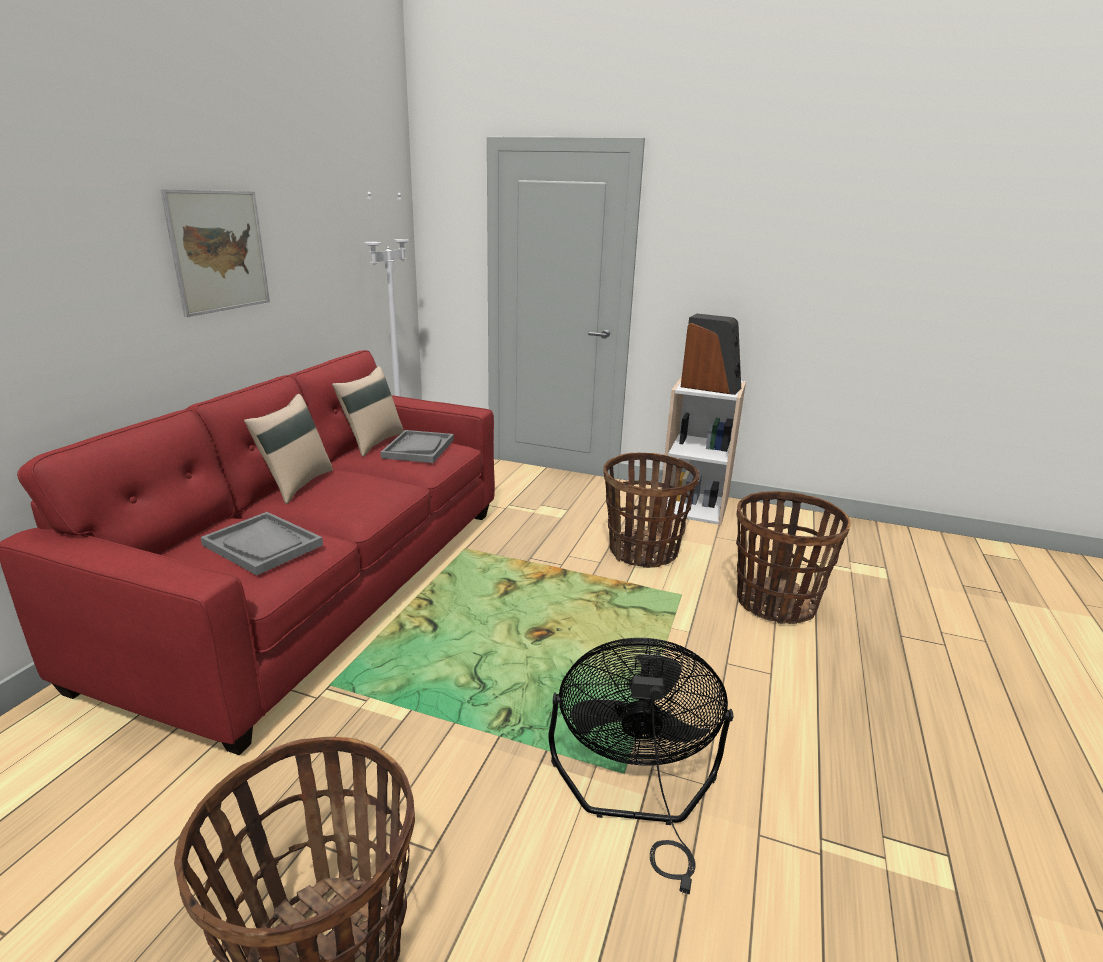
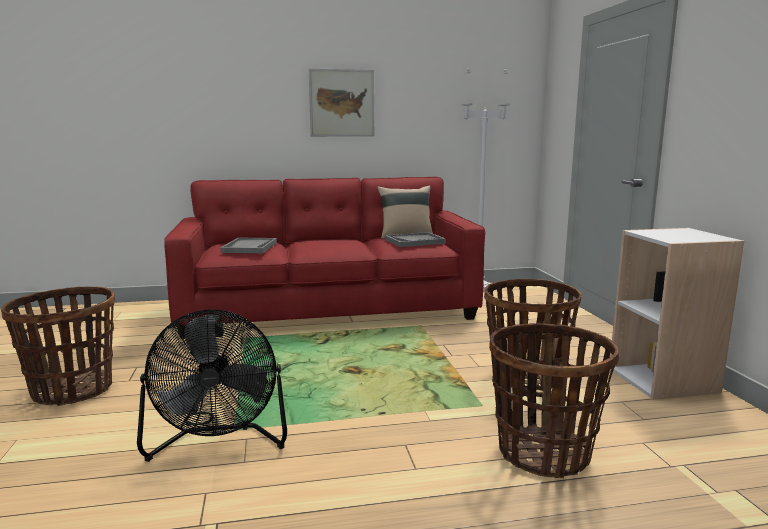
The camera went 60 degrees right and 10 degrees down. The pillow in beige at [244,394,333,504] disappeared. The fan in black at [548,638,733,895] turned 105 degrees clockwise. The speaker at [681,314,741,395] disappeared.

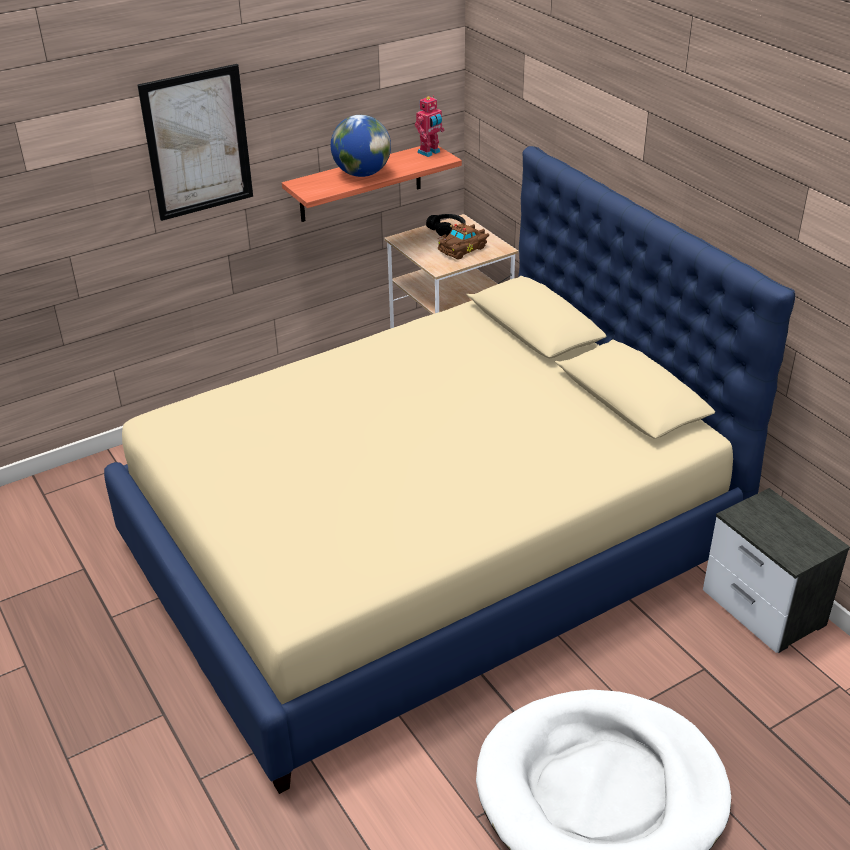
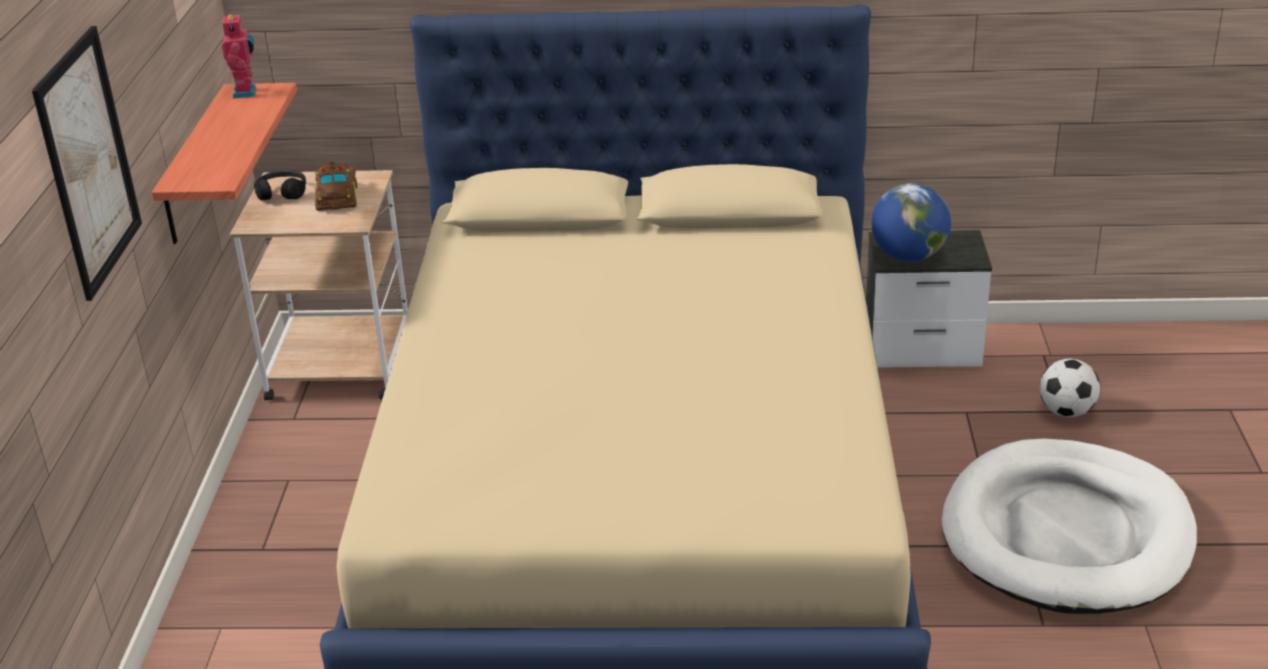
The camera went 55 degrees left and 5 degrees down. The globe moved from [331,115,391,177] to [871,183,951,262]. The football at [1039,359,1100,417] appeared.

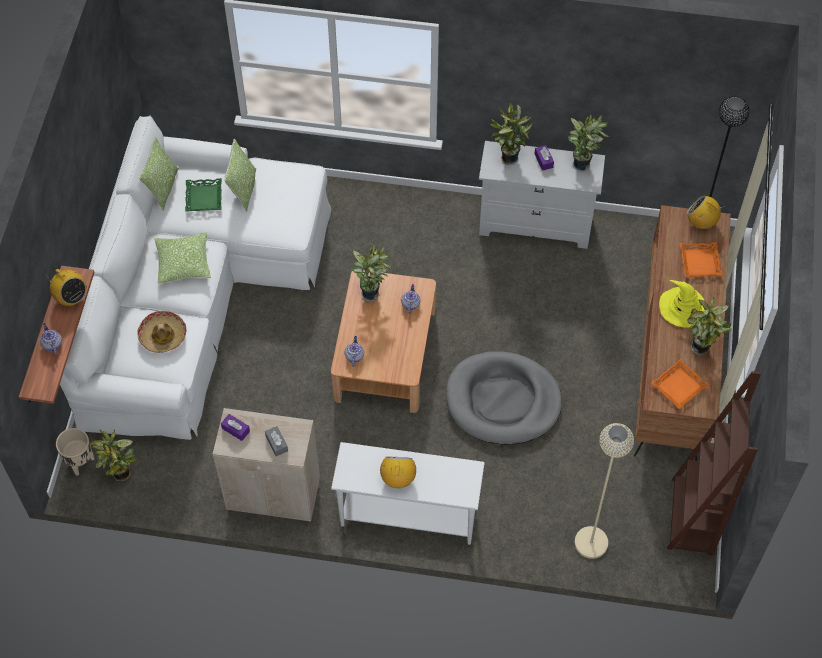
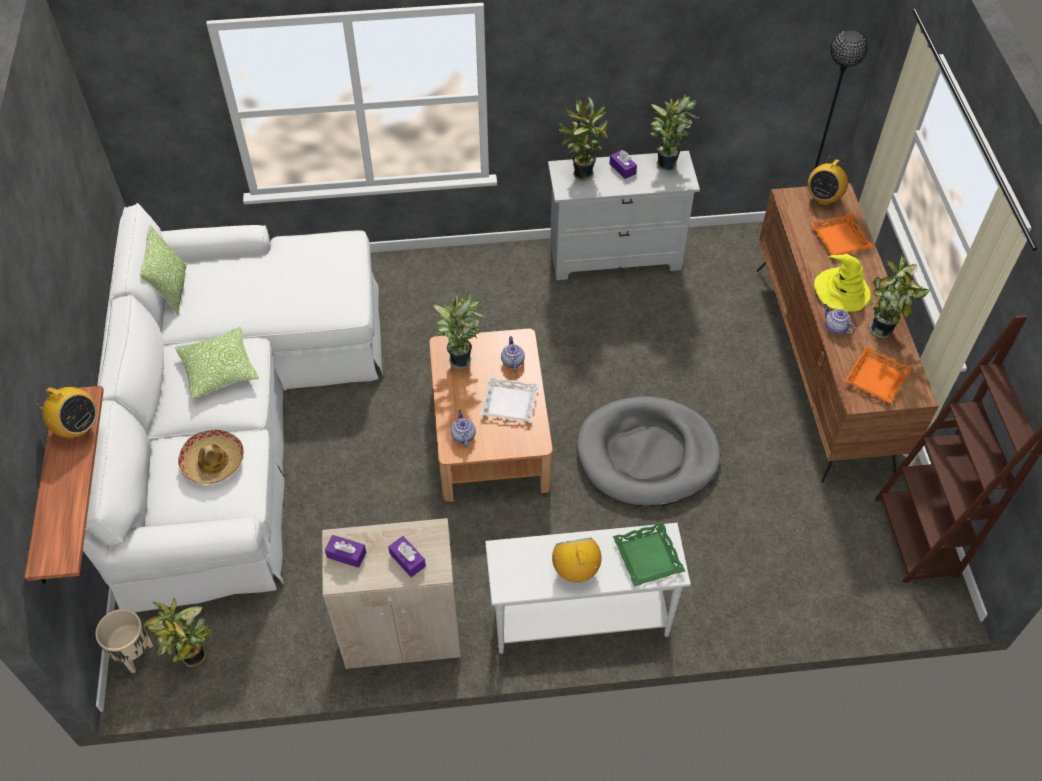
The camera went 15 degrees left and 5 degrees down. The teapot moved from [40,323,62,354] to [824,304,855,335]. The tray in green moved from [185,178,222,212] to [613,522,685,587]. The pillow at [224,138,256,212] disappeared. The tissue box in grey at [265,426,288,456] became the tissue box in purple at [388,536,426,577]. The floor lamp in beige at [574,423,634,559] disappeared. The radio at [687,196,725,229] turned 75 degrees counterclockwise. The tray in white at [480,377,538,422] appeared.

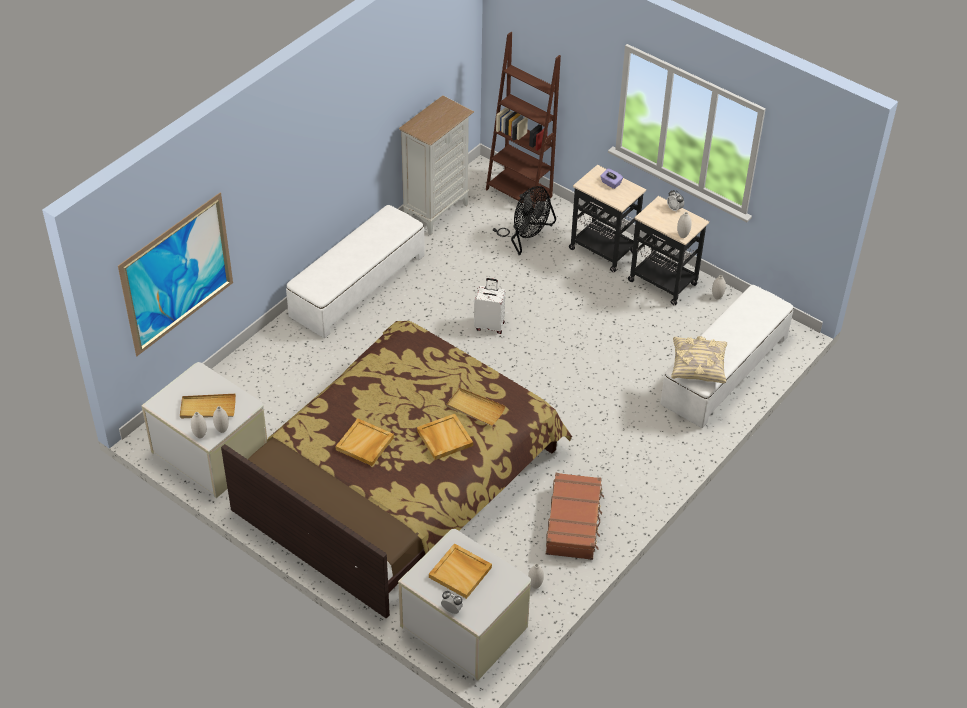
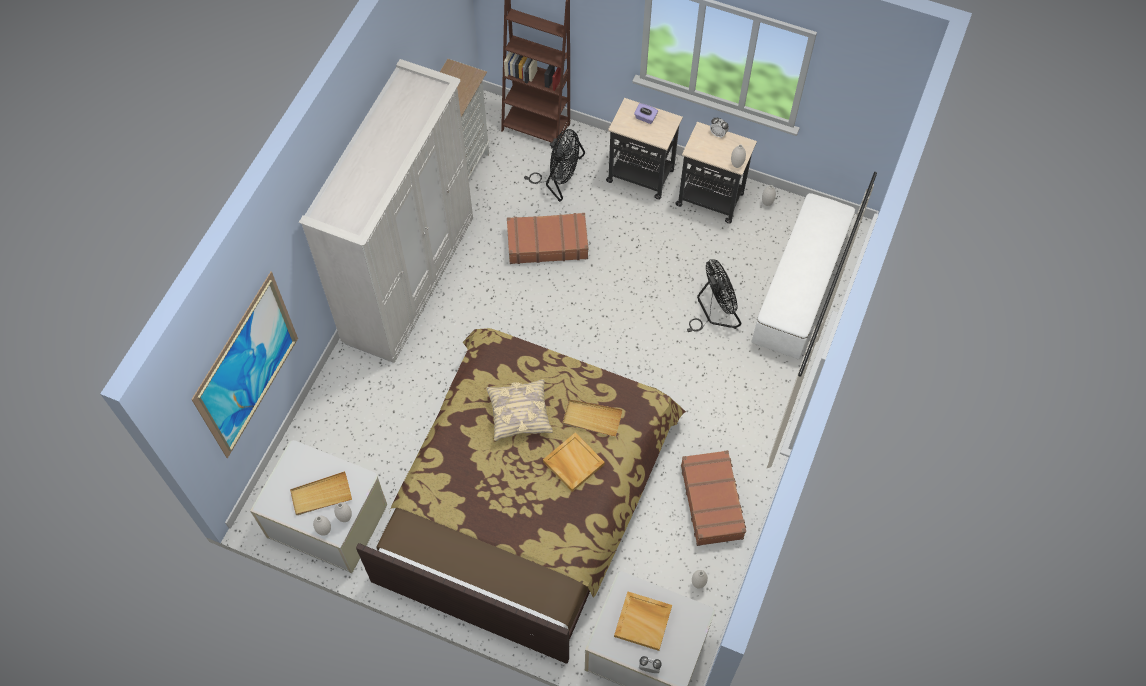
The camera went 15 degrees left and 15 degrees up. The bench in white at [286,205,425,338] was replaced by the wardrobe in white at [299,59,473,363]. The tray in beige at [335,419,394,466] disappeared. The suitcase in white at [474,278,505,334] disappeared. The pillow in beige moved from [671,336,727,383] to [486,379,553,441]. The suitcase in brown at [507,213,589,264] appeared. The fan in black at [687,259,741,332] appeared.

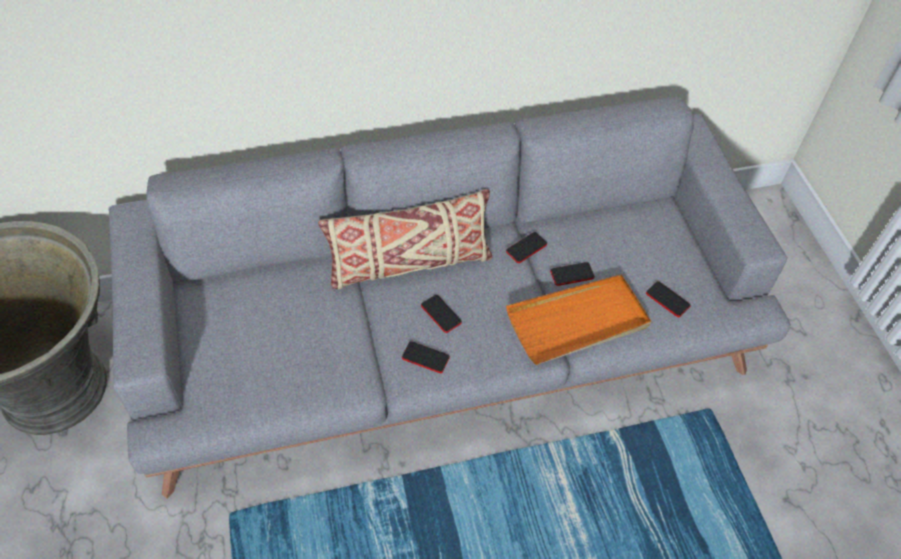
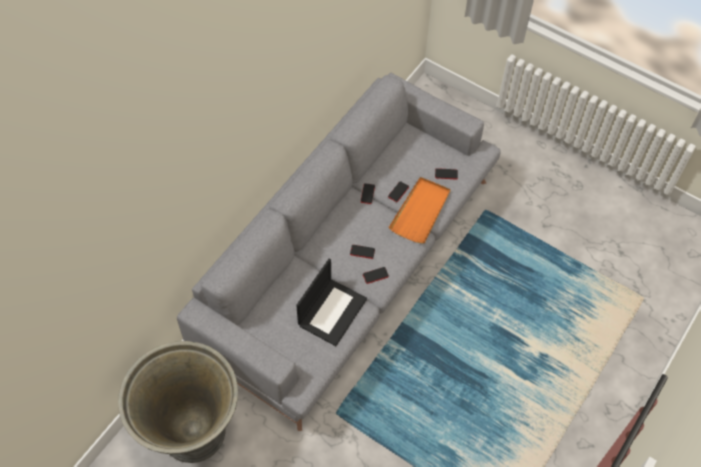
The camera went 40 degrees left and 5 degrees up. The pillow in beige at [318,189,492,289] disappeared. The laptop at [296,258,367,346] appeared.

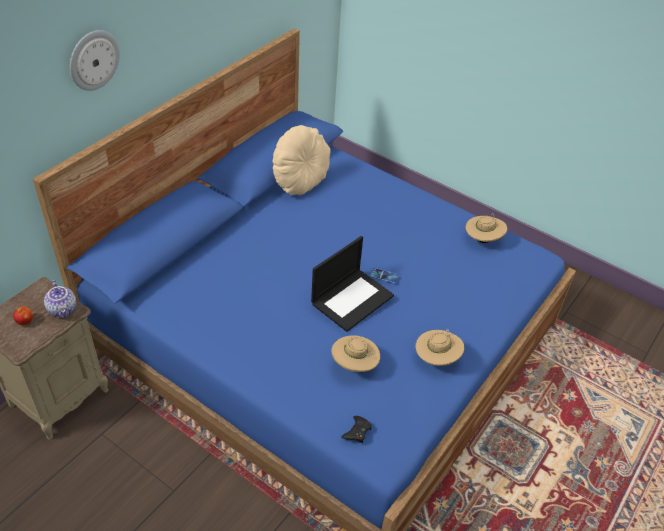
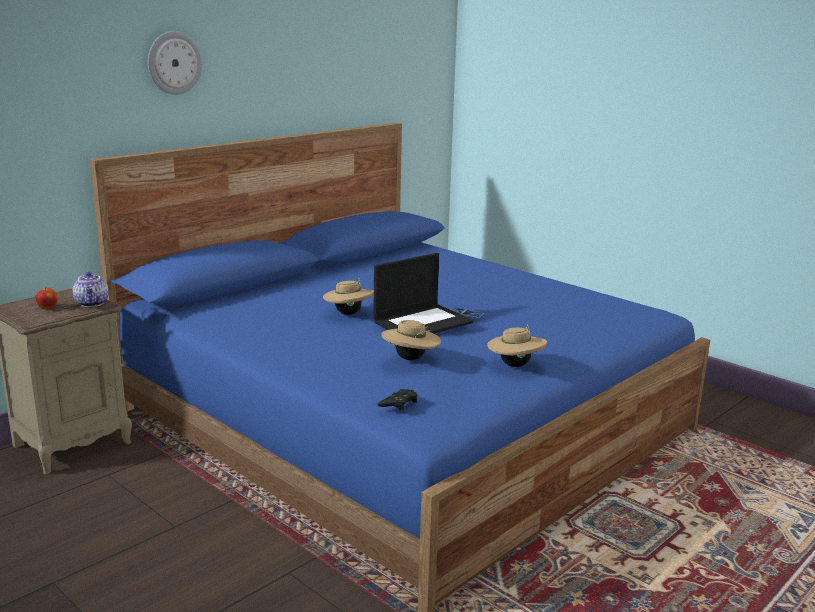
The camera went 10 degrees right and 25 degrees down. The pillow in beige at [273,125,331,195] disappeared. The hat in beige moved from [465,212,507,243] to [323,278,374,315].

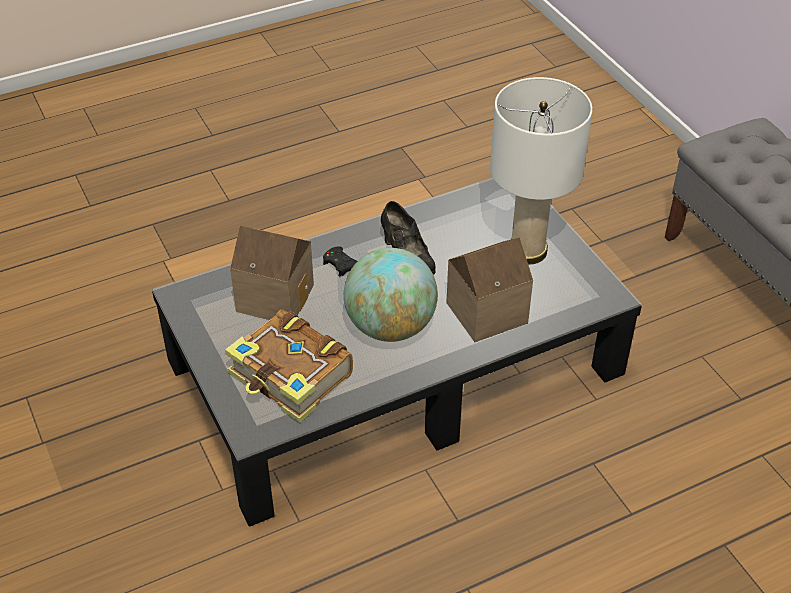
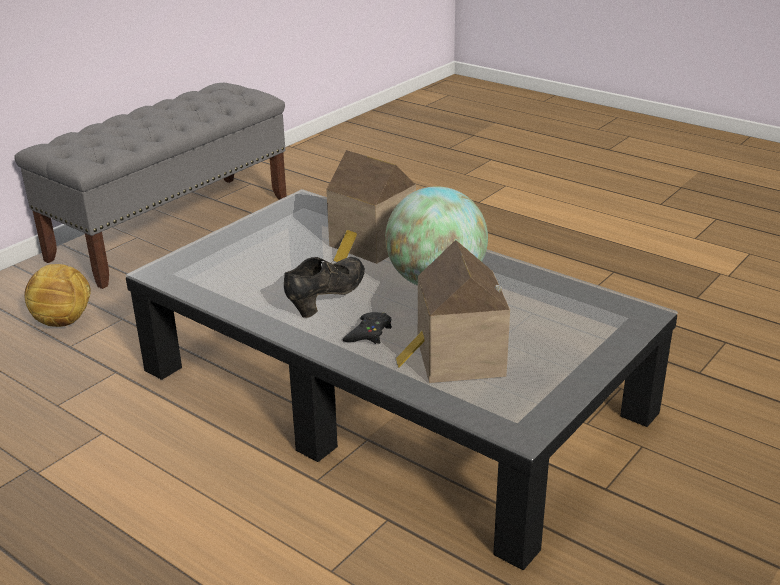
The camera went 115 degrees left and 15 degrees down. The book at [225,310,353,423] disappeared. The table lamp in white at [490,77,593,264] disappeared. The football at [24,264,91,327] appeared.

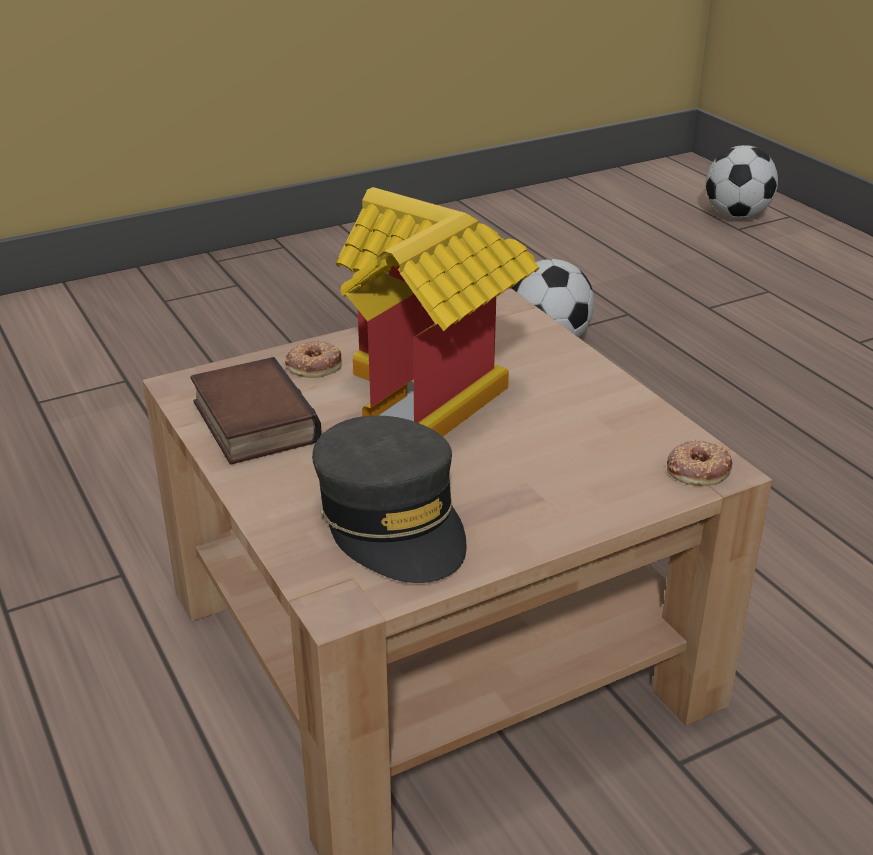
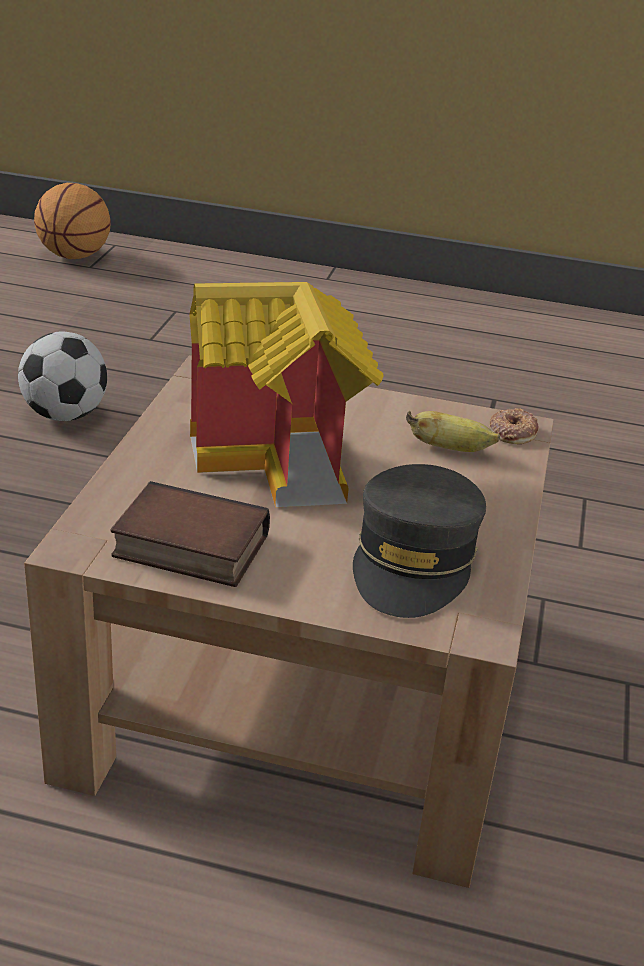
The camera went 50 degrees left and 0 degrees up. The donut at [285,340,342,378] disappeared. The cap in grey at [312,416,467,583] turned 90 degrees clockwise. The football at [706,145,778,219] was replaced by the basketball at [34,183,111,259]. The banana at [406,411,500,452] appeared.

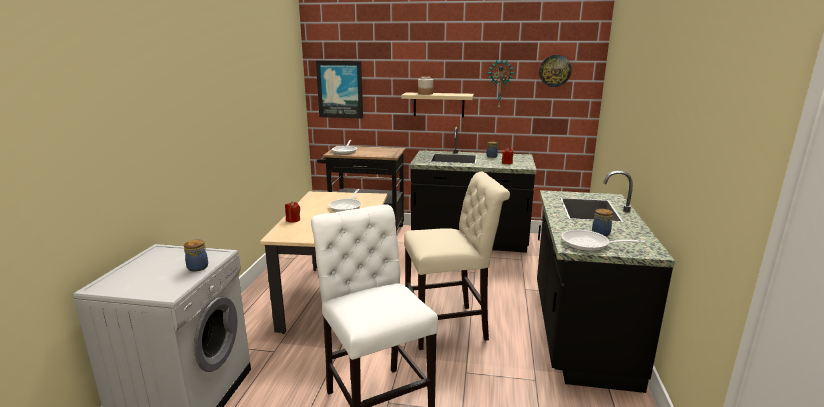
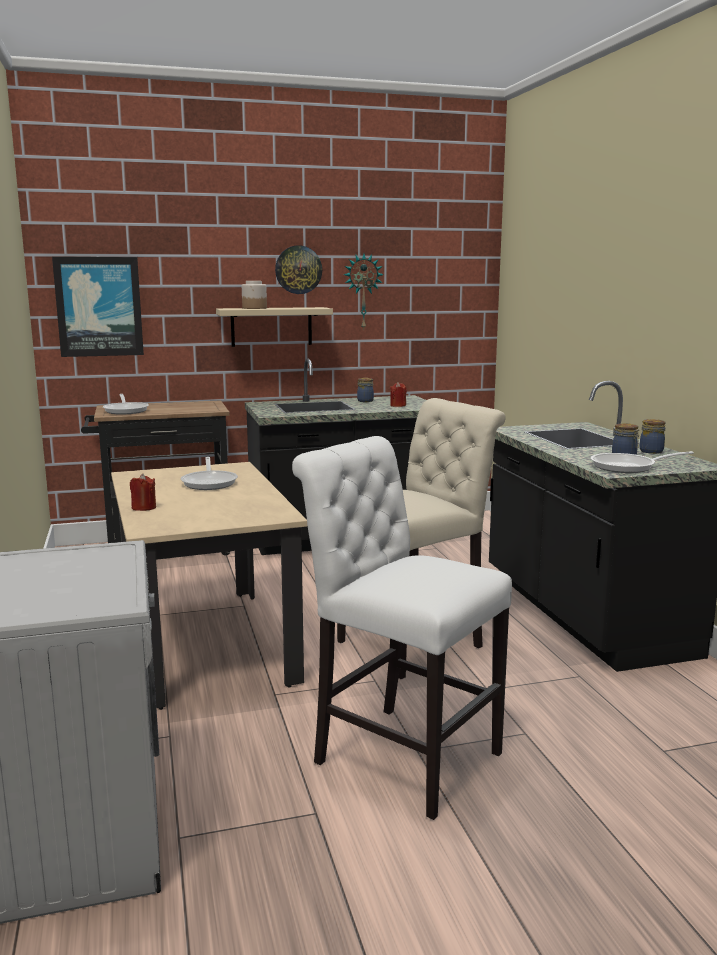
The camera went 25 degrees left and 5 degrees down. The jar moved from [184,239,208,272] to [640,419,666,454]. The wall clock moved from [539,55,571,87] to [275,245,322,294].

